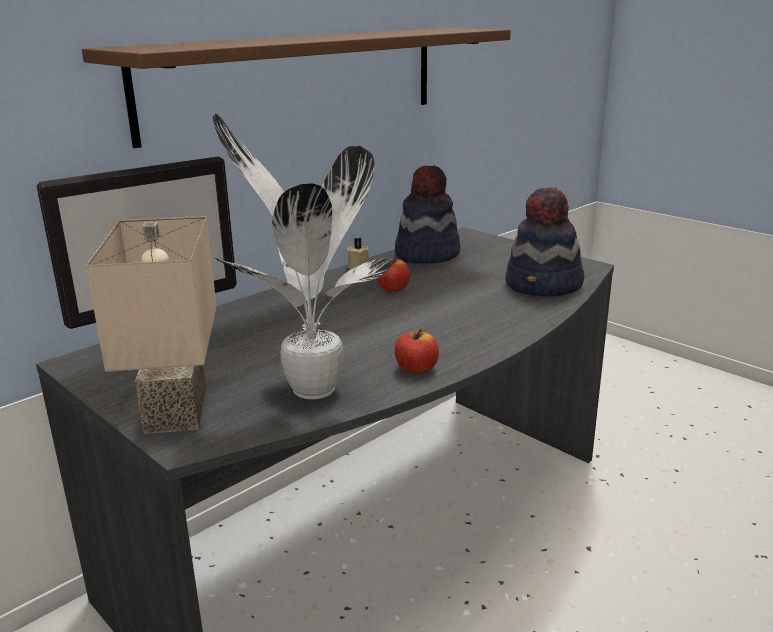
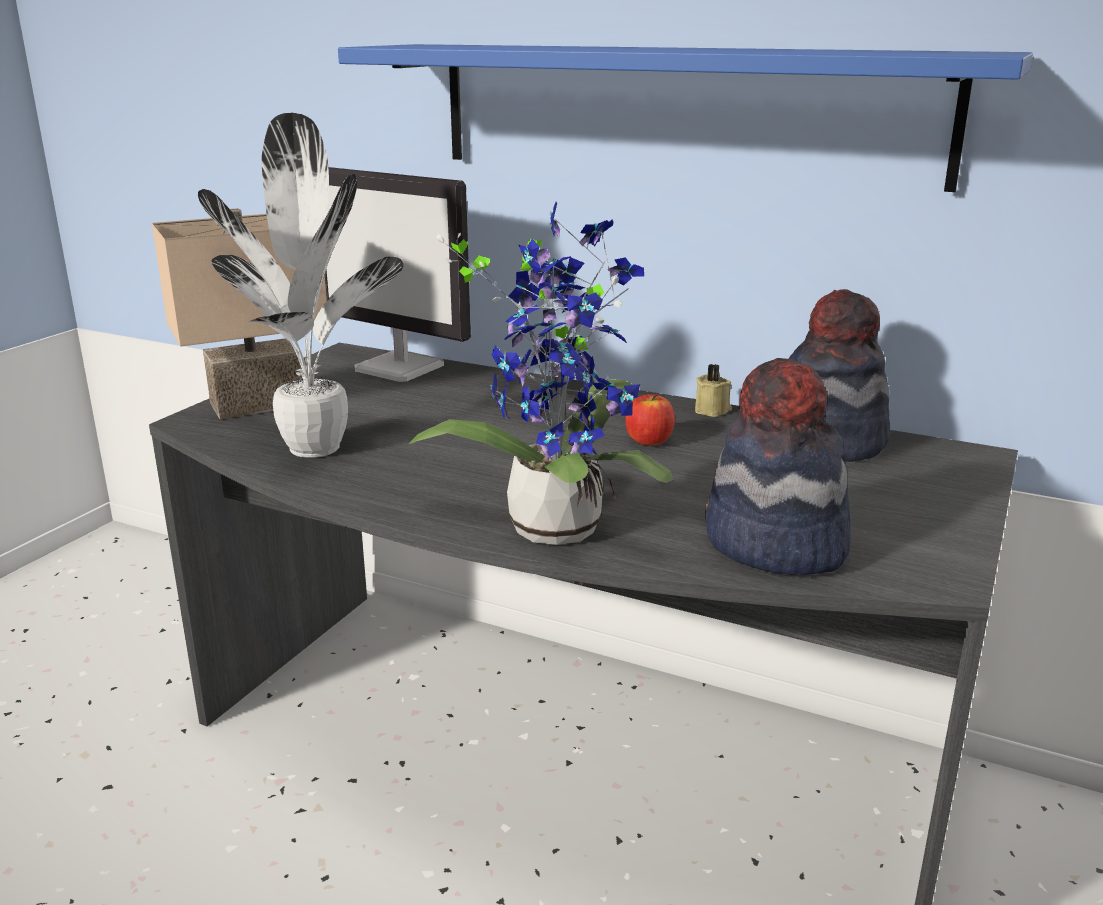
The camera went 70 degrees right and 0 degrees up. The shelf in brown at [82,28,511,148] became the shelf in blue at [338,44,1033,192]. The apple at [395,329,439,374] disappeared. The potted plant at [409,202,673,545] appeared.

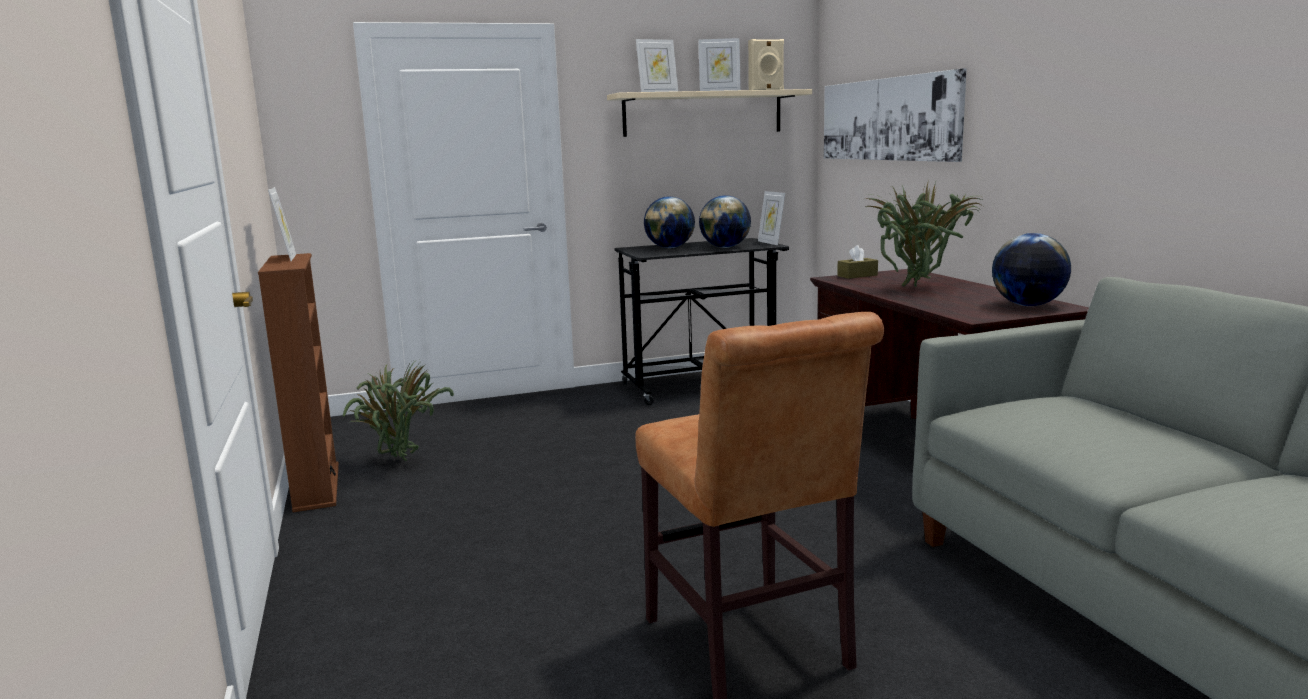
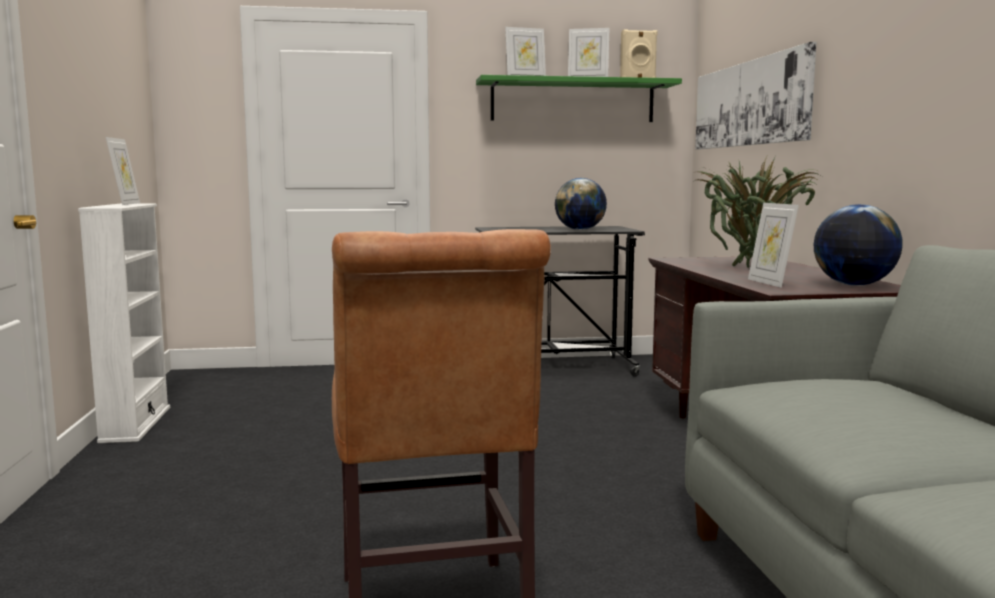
The camera went 10 degrees right and 5 degrees down. The bookcase in brown at [258,253,339,512] became the bookcase in white at [78,203,170,443]. The potted plant at [342,361,454,461] disappeared. The shelf in beige at [607,89,812,137] became the shelf in green at [476,75,682,122]. The globe at [644,196,695,248] disappeared. The picture frame moved from [758,191,785,245] to [748,203,799,288]. The tissue box in brown at [837,245,878,279] disappeared.

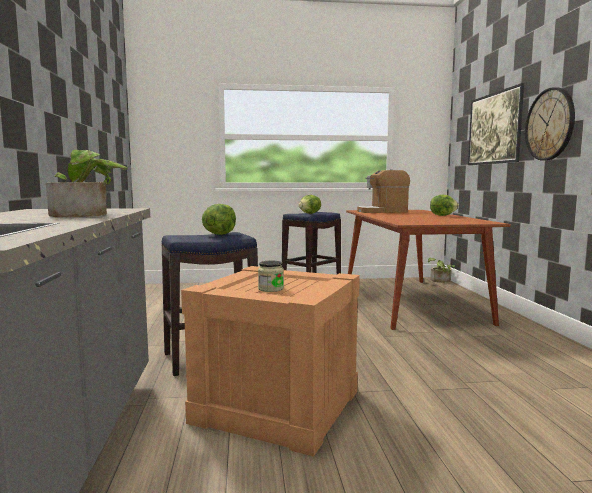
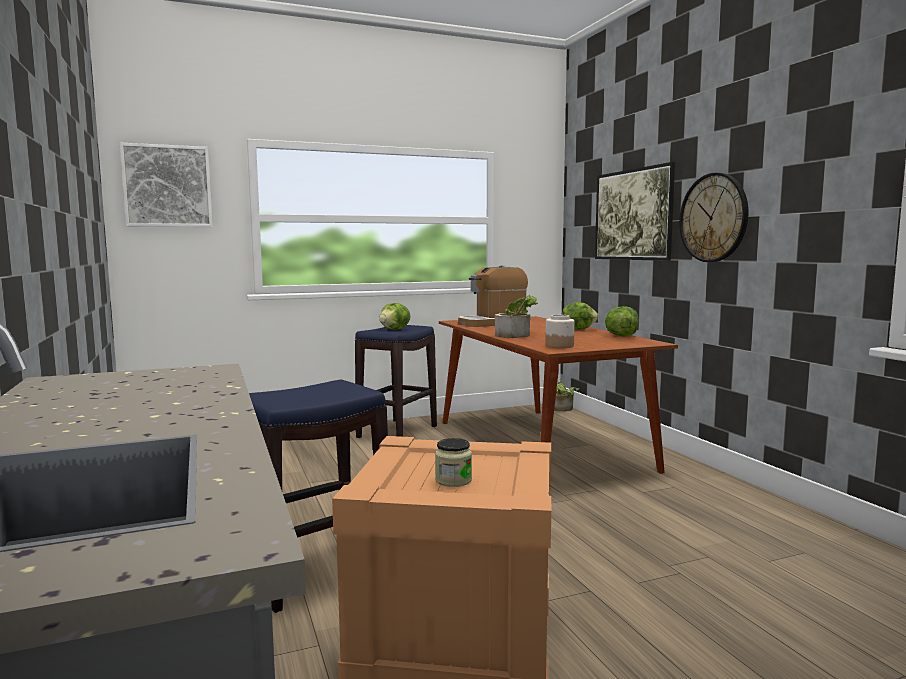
The camera went 15 degrees left and 0 degrees up. The potted plant moved from [46,150,128,217] to [495,295,538,338]. The lettuce moved from [202,204,236,235] to [605,306,639,337]. The picture at [120,142,213,227] appeared. The jar at [545,315,575,348] appeared.

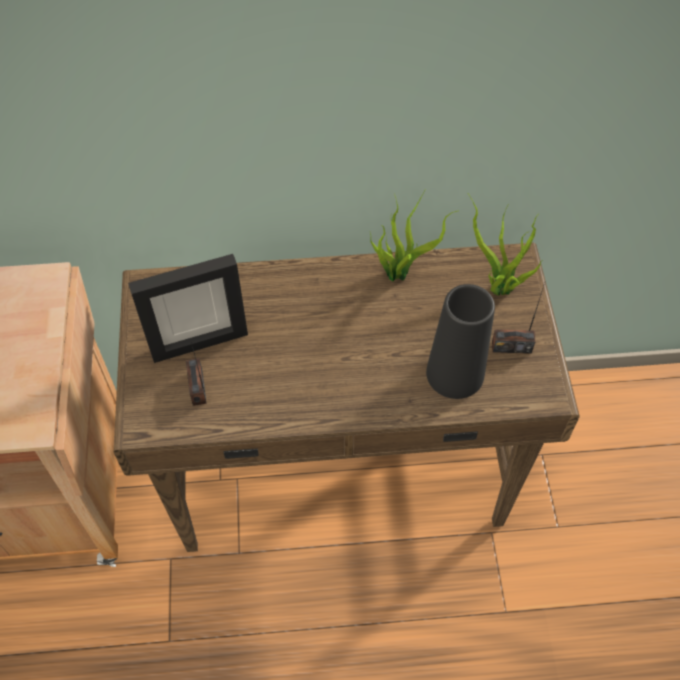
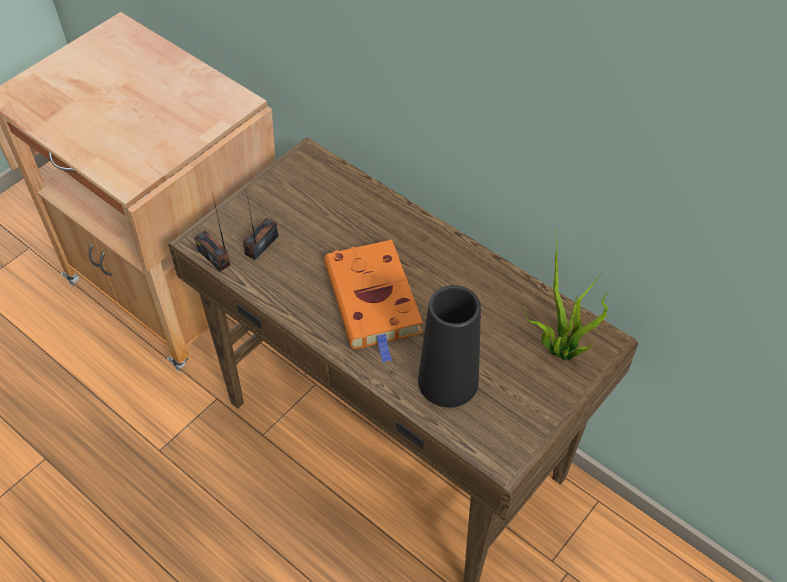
The camera went 45 degrees right and 5 degrees down. The picture frame at [128,254,248,363] disappeared. The potted plant at [370,193,457,282] disappeared. The radio moved from [492,283,545,354] to [195,197,230,272]. The book in orange at [324,240,423,363] appeared.

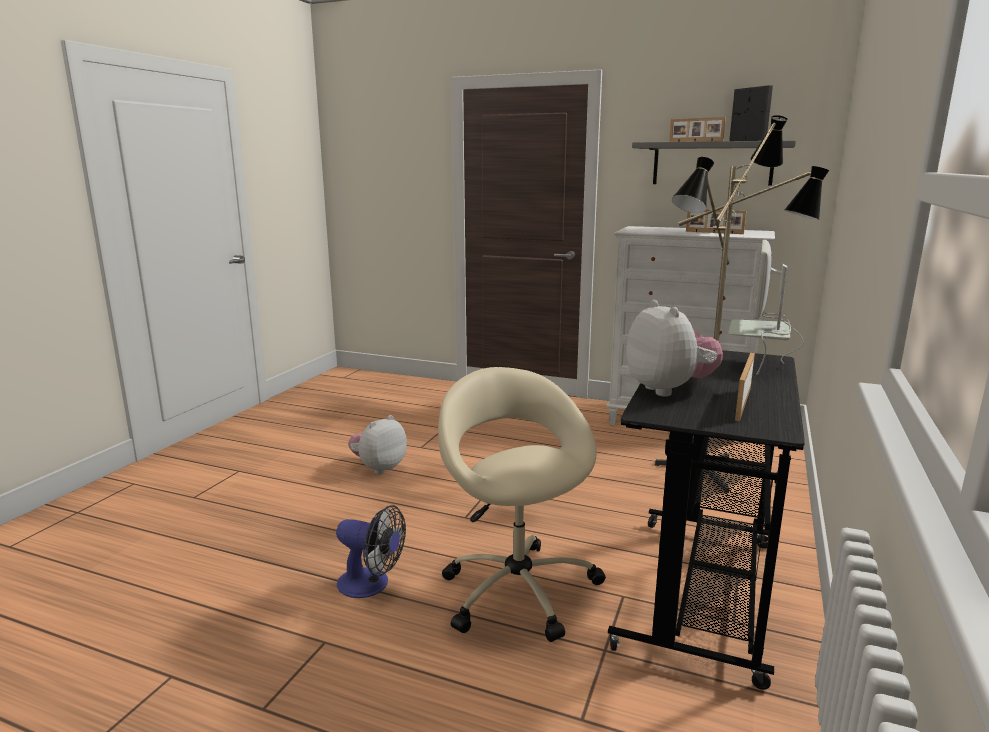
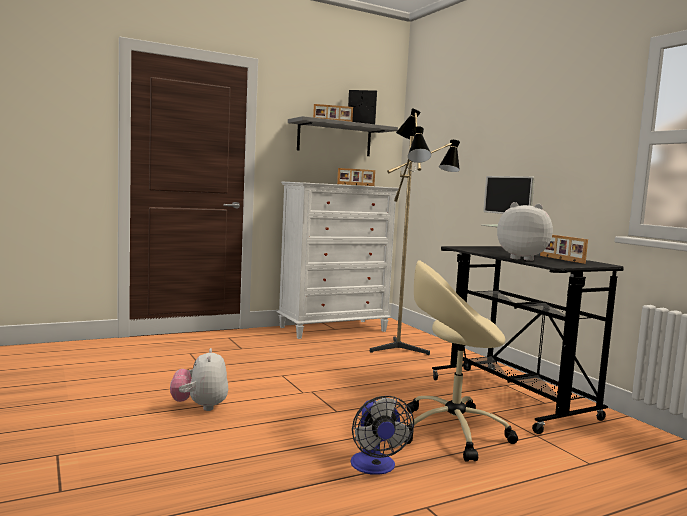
The camera went 50 degrees left and 10 degrees down. The fan at [336,505,406,598] turned 105 degrees clockwise.

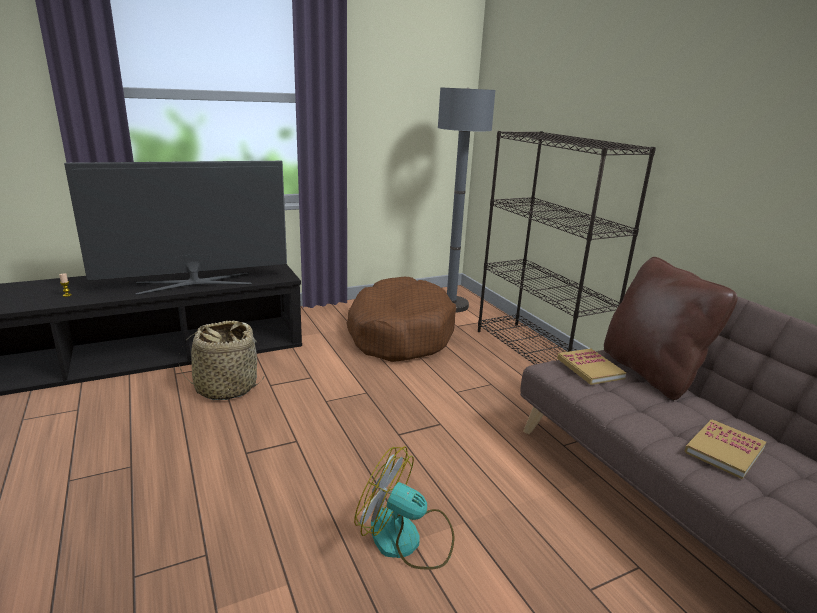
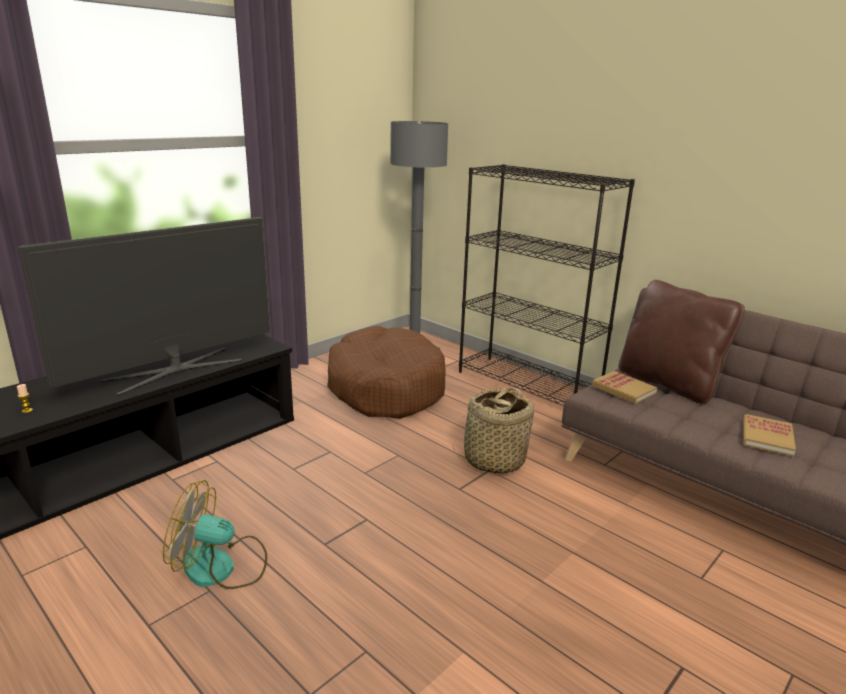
The camera went 20 degrees left and 0 degrees up. The basket moved from [179,321,265,400] to [453,388,534,474]. The fan moved from [354,446,454,570] to [163,480,267,589].

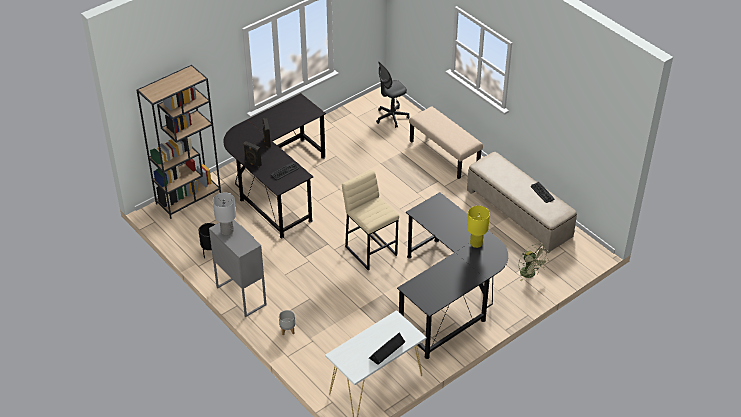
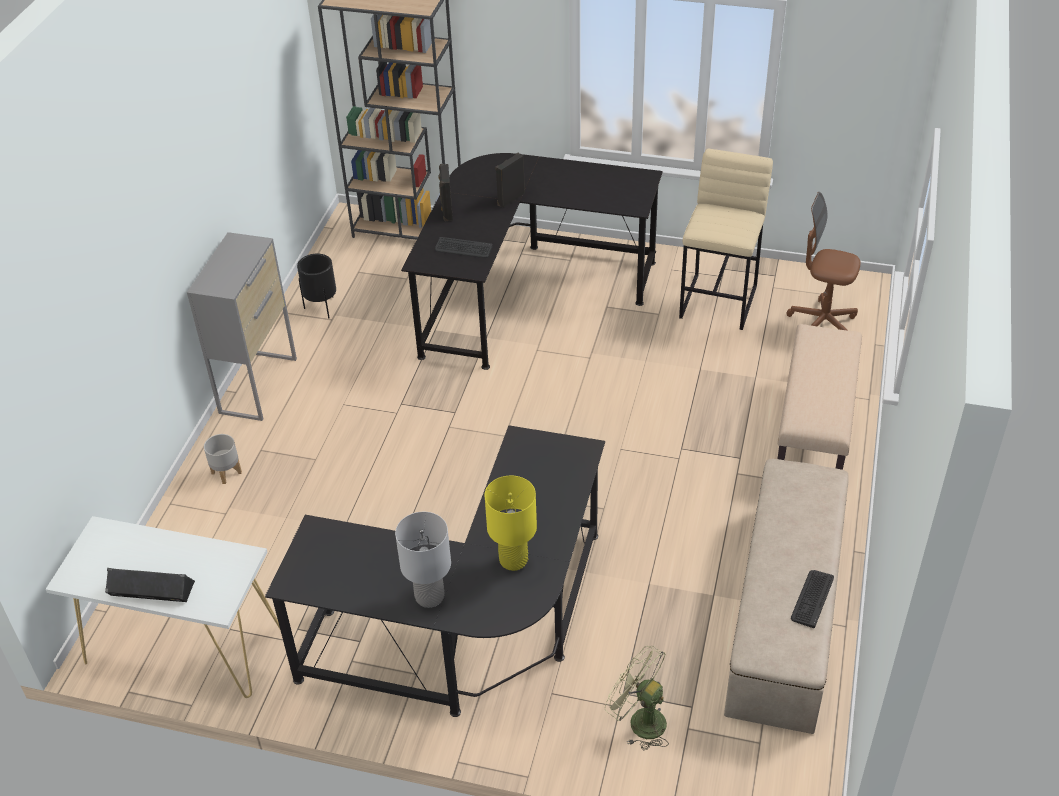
The camera went 55 degrees right and 0 degrees up. The table lamp in grey moved from [213,193,236,235] to [395,512,451,608]. The stool in beige moved from [342,170,399,270] to [679,149,773,330]. The office chair in grey at [376,61,410,128] became the office chair in brown at [787,192,861,331]. The fan in green at [518,244,548,281] turned 105 degrees clockwise.

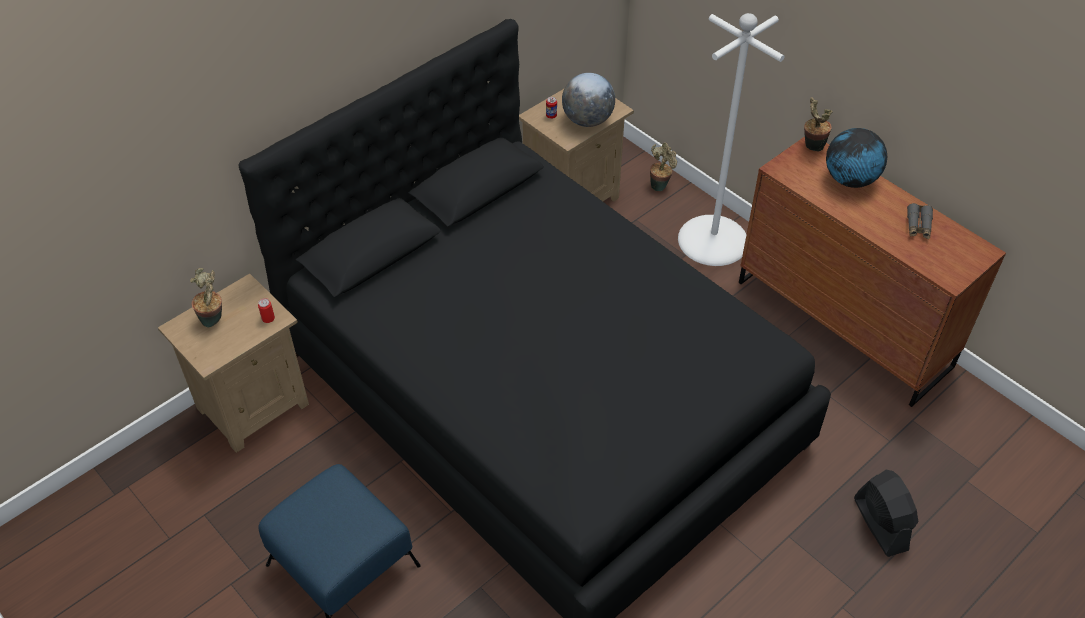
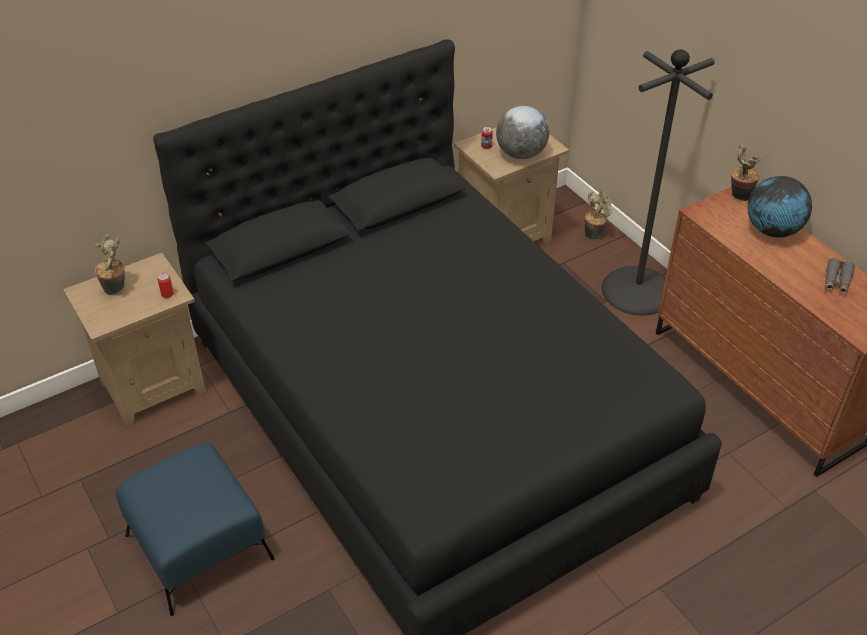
The camera went 10 degrees right and 5 degrees down. The clothes rack in white at [678,13,784,266] became the clothes rack in black at [602,50,715,315]. The fan in black at [854,470,918,557] disappeared.

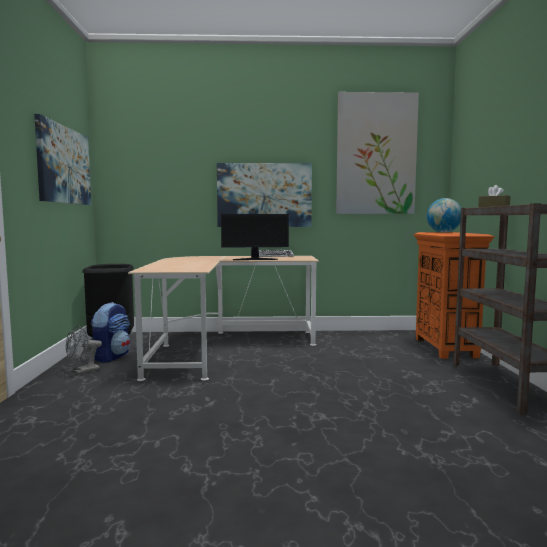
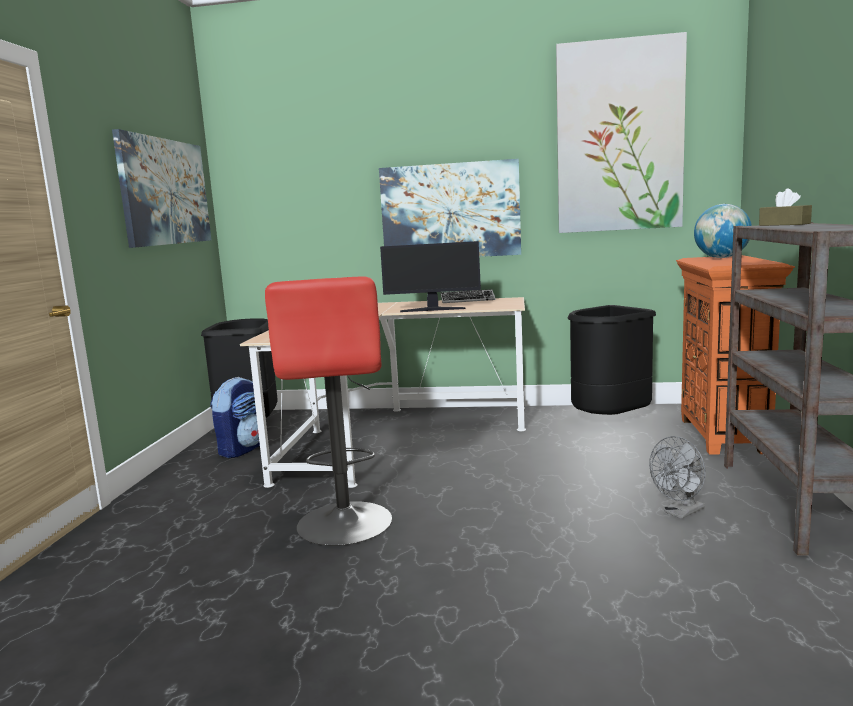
The camera went 10 degrees right and 5 degrees up. The fan in grey moved from [66,325,102,374] to [649,436,706,519]. The stool in red at [265,276,392,546] appeared. The trash can in black at [568,305,656,415] appeared.

